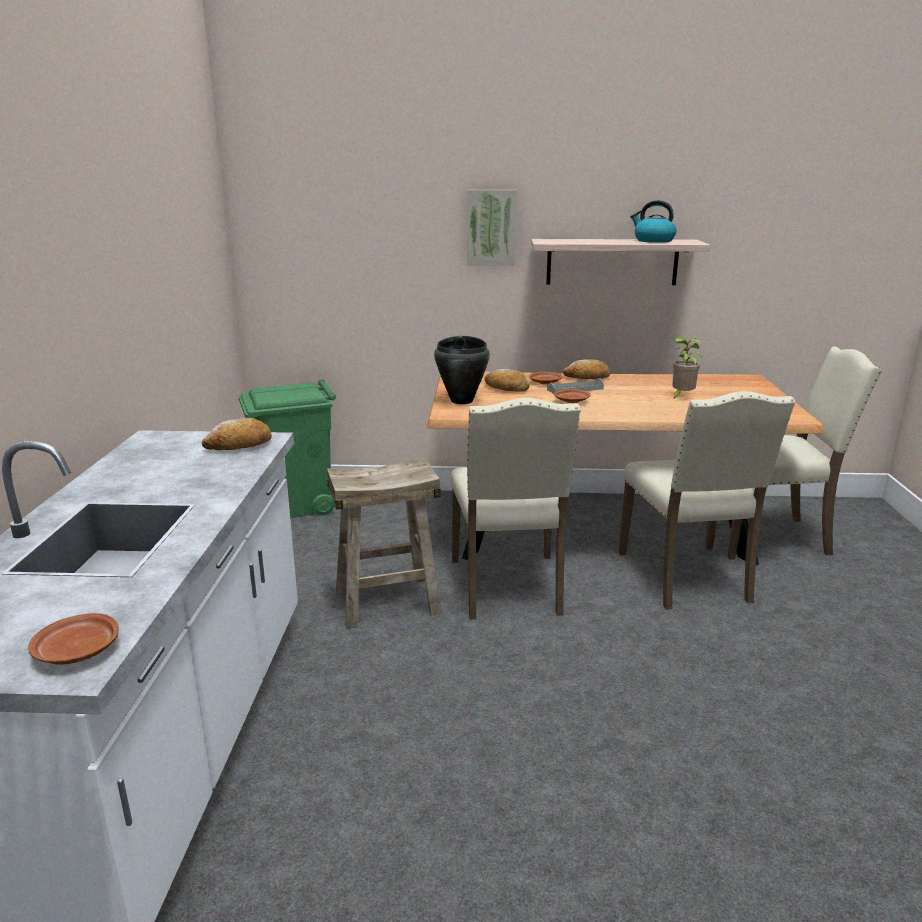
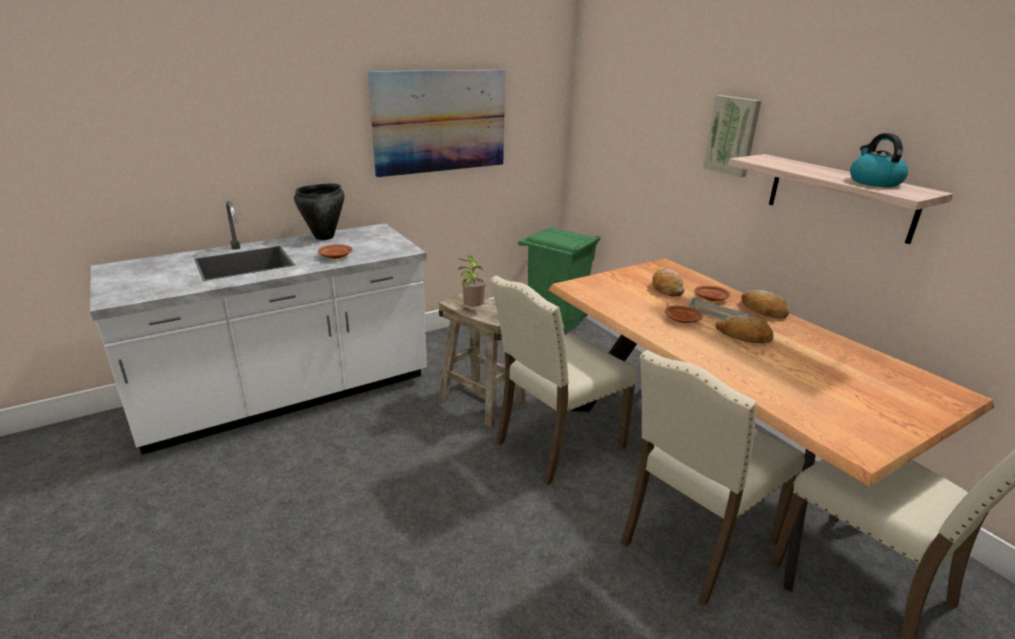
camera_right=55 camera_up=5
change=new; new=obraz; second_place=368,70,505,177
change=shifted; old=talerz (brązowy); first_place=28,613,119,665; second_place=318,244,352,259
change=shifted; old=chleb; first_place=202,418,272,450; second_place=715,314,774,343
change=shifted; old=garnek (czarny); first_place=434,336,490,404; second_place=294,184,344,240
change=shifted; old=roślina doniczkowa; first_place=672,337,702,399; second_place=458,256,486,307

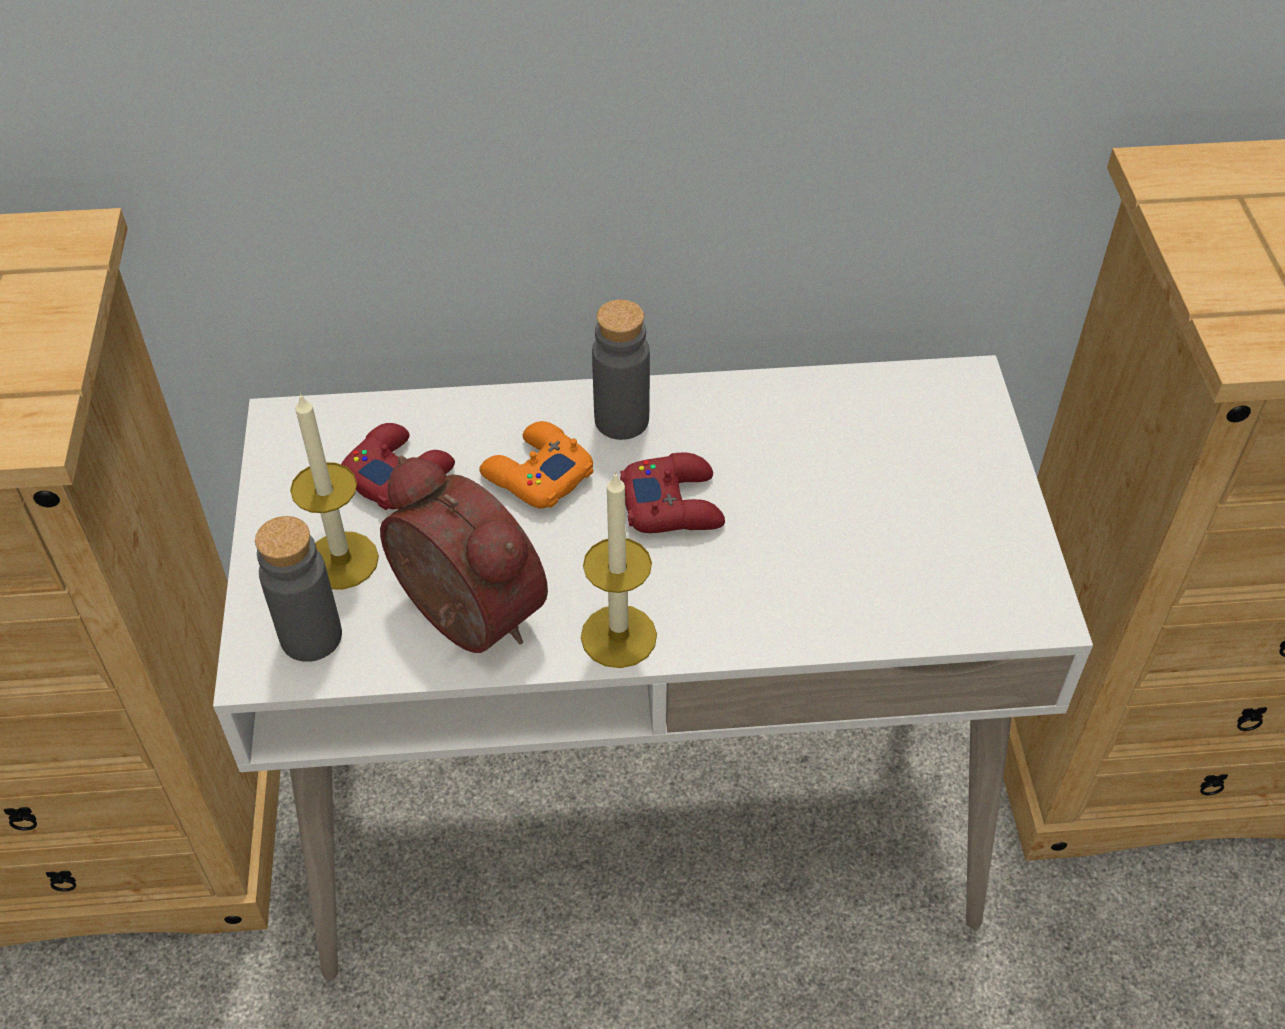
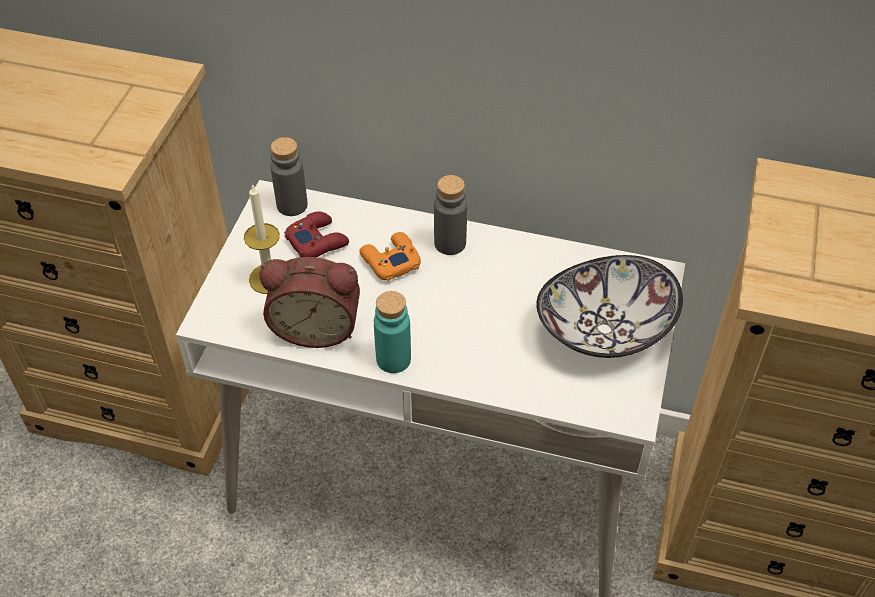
camera_right=20 camera_up=0
change=gone; old=pad do gier (czerwony); first_place=620,453,725,533
change=new; new=miska; second_place=537,255,683,358
change=shifted; old=butelka (szary); first_place=255,516,342,662; second_place=270,137,308,216
change=swapped; old=świeca; new=butelka (turkusowy); first_place=581,471,657,668; second_place=374,291,411,373
change=rotated; old=budzik; first_place=380,455,548,653; second_place=259,257,360,348; degrees=120

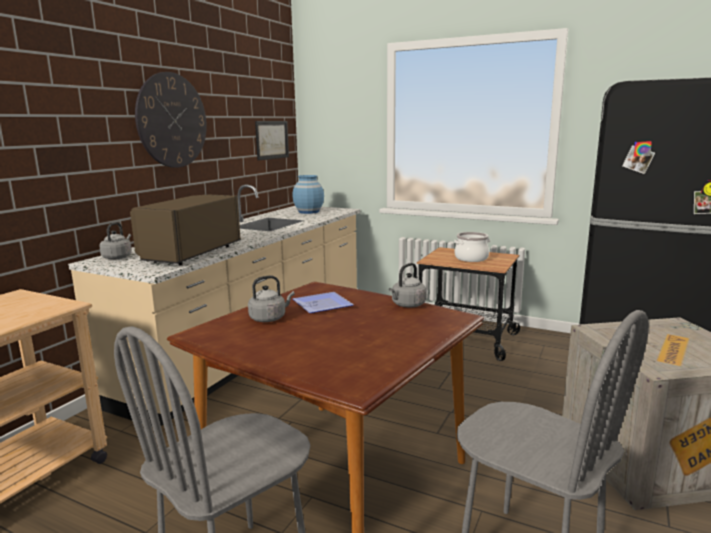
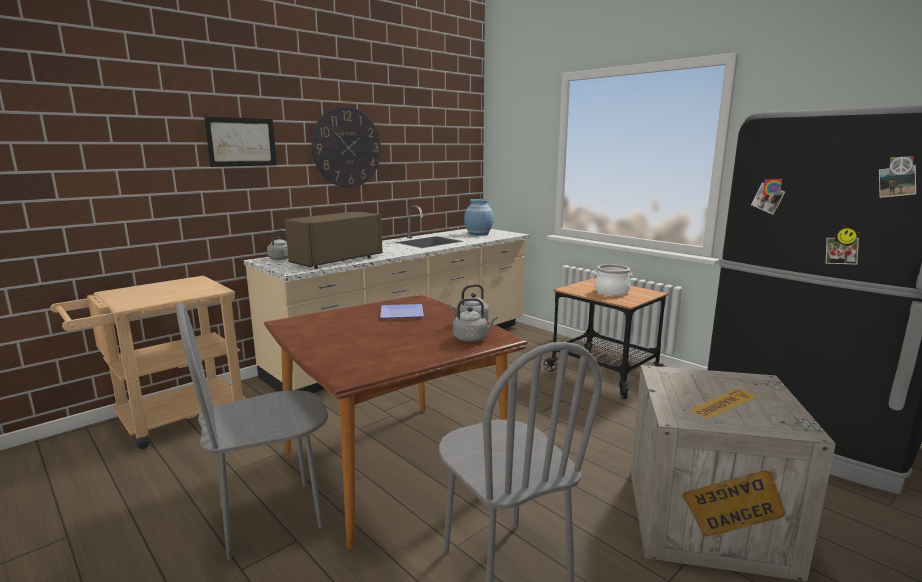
camera_right=20 camera_up=0
change=shifted; old=czajnik (szary); first_place=248,276,295,322; second_place=453,298,498,342
change=shifted; old=obraz; first_place=255,121,289,161; second_place=204,117,277,167

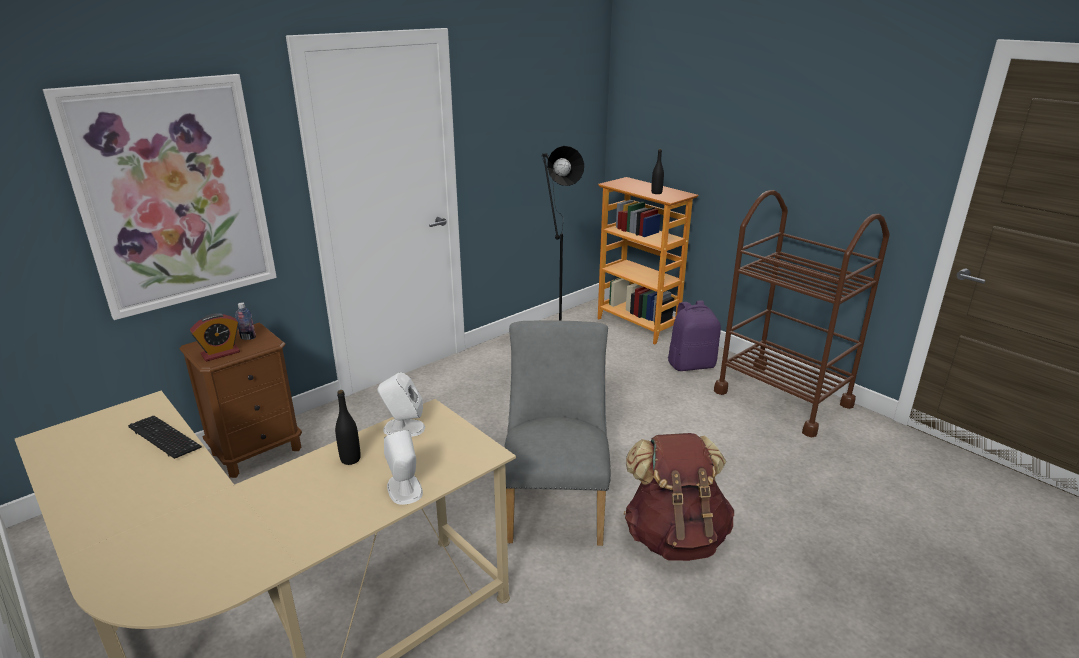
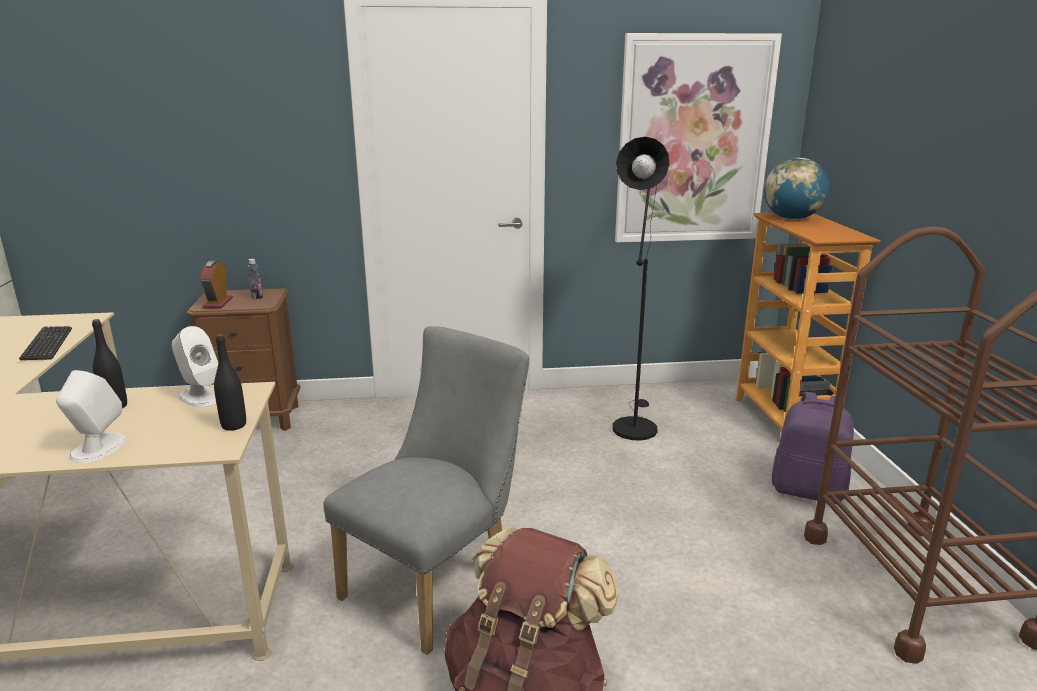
camera_right=35 camera_up=-5
change=new; new=globus; second_place=764,158,829,220
change=shifted; old=obraz; first_place=43,74,277,320; second_place=615,33,782,242
change=shifted; old=butelka (czarny); first_place=651,149,664,194; second_place=214,334,246,431
change=rotated; old=budzik; first_place=190,313,240,361; second_place=200,261,233,309; degrees=90

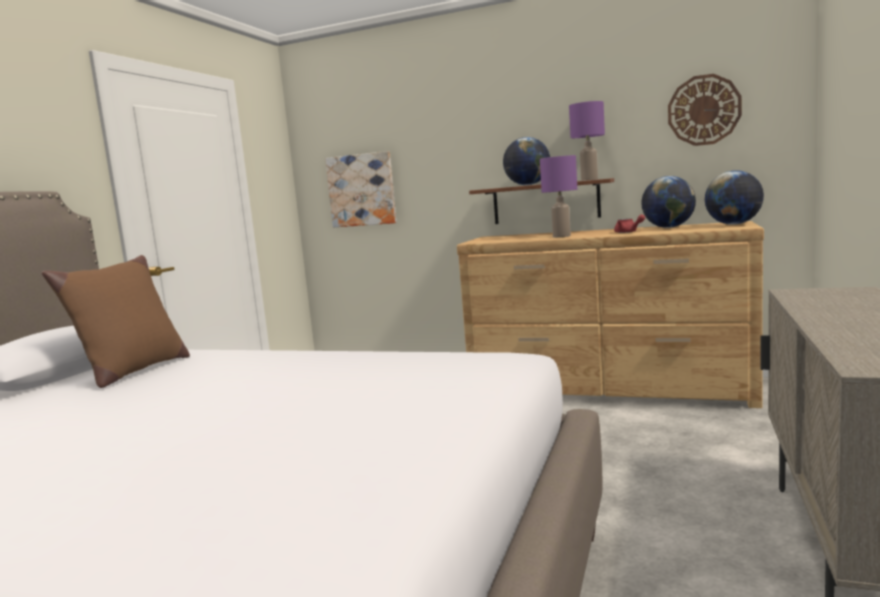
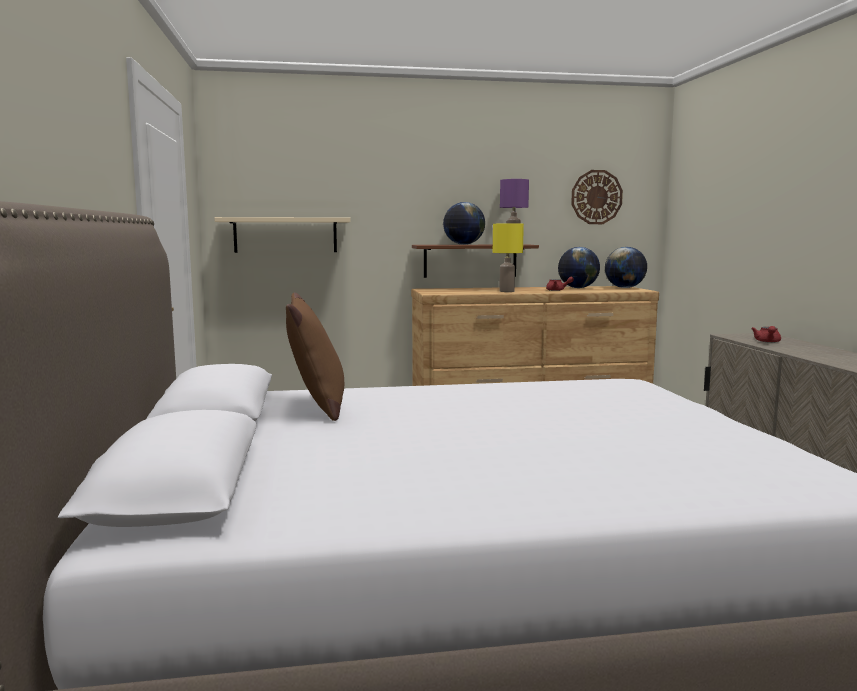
camera_right=-30 camera_up=0
change=new; new=imbryk (czerwony); second_place=751,326,781,343
change=swapped; old=obraz; new=półka (beżowy); first_place=325,151,396,228; second_place=214,217,350,253
change=repainted; old=lampa stołowa (fioletowy); new=lampa stołowa (żółty); first_place=540,155,577,237; second_place=493,224,524,292

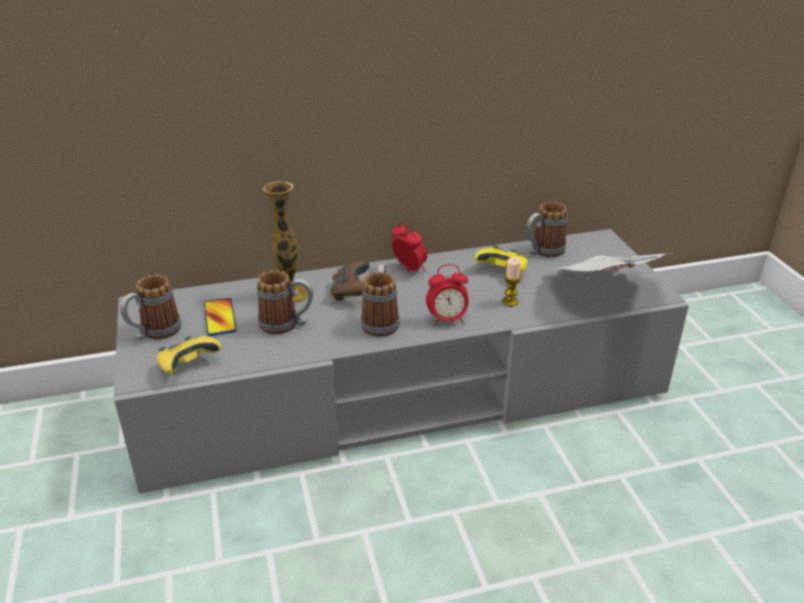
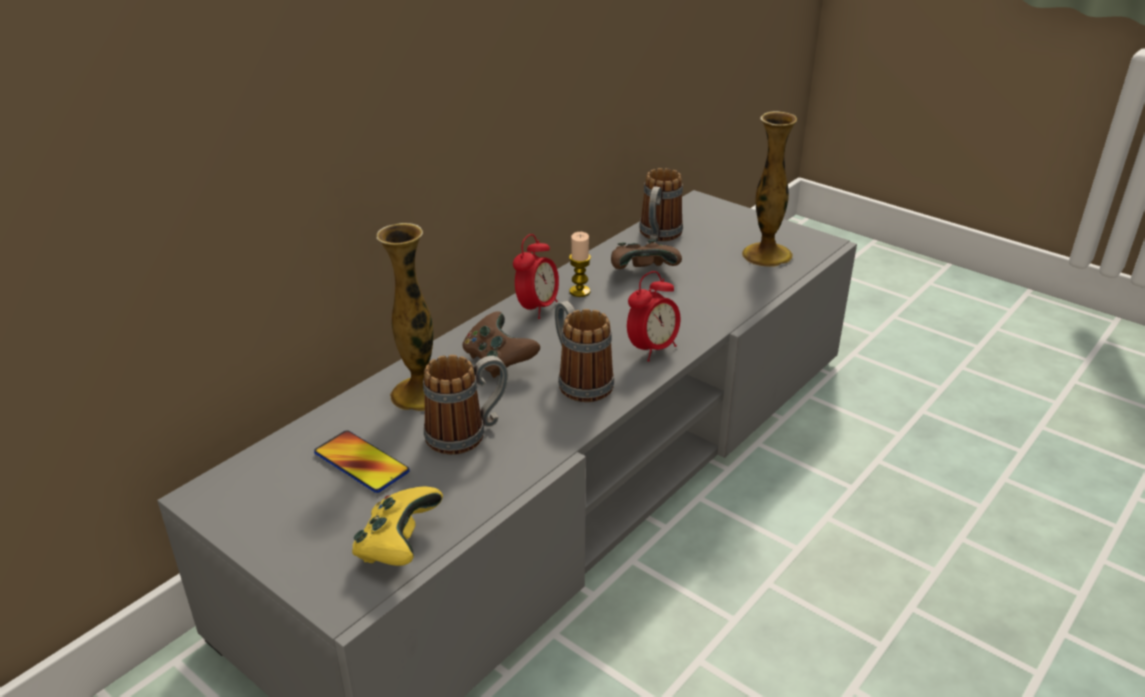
camera_right=-35 camera_up=0
change=gone; old=kubek; first_place=120,274,181,340
change=shifted; old=świeca; first_place=502,257,521,306; second_place=569,232,591,297
change=swapped; old=gazeta; new=wazon; first_place=553,253,674,274; second_place=742,111,797,267
change=repainted; old=pad do gier (żółty); new=pad do gier (brązowy); first_place=474,245,528,273; second_place=611,240,682,269
change=rotated; old=budzik; first_place=392,222,427,272; second_place=513,234,559,319; degrees=105

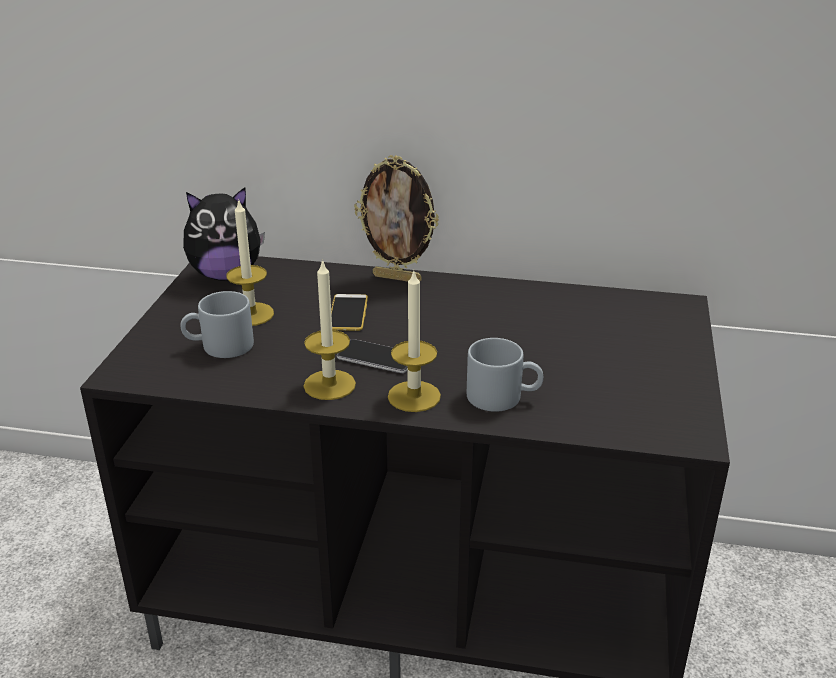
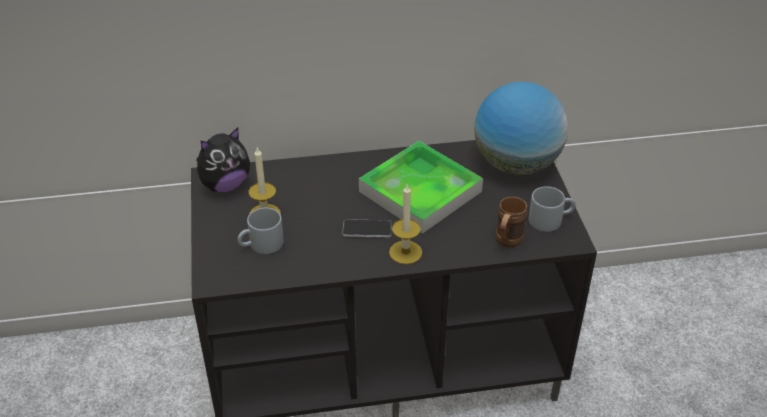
camera_right=-20 camera_up=10
change=gone; old=świeca; first_place=303,259,356,400
change=gone; old=telefon; first_place=331,294,368,331
change=gone; old=ramka na zdjęcie; first_place=354,155,439,282
change=new; new=taca; second_place=359,141,483,234
change=new; new=globus; second_place=474,82,568,175
change=new; new=kubek (brązowy); second_place=496,197,528,247
change=shifted; old=kubek (szary); first_place=467,338,543,412; second_place=529,186,575,232

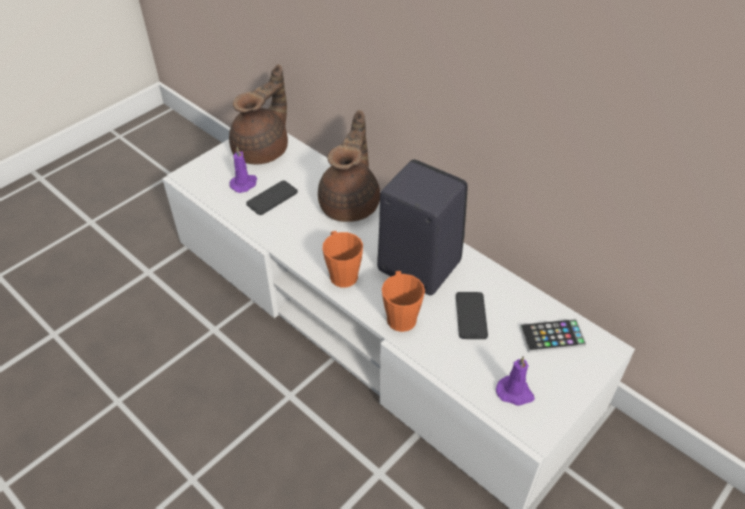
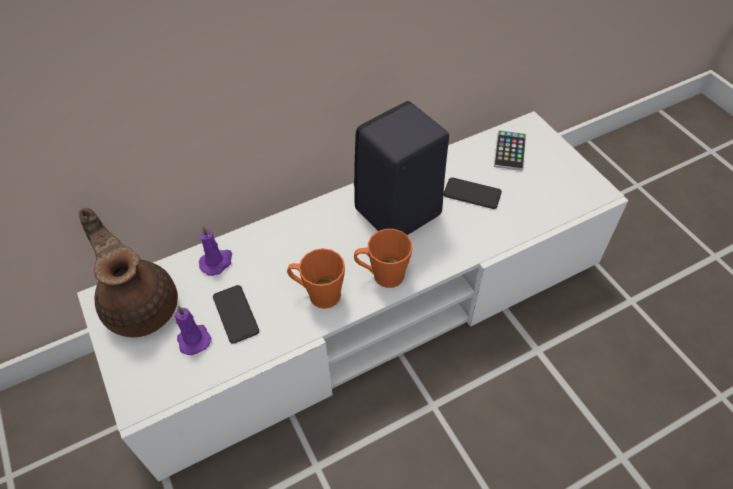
camera_right=-70 camera_up=5
change=gone; old=imbryk (brązowy); first_place=318,110,380,222
change=shifted; old=kubek (pomarańczowy); first_place=382,271,425,332; second_place=287,248,345,309
change=shifted; old=świeca (fioletowy); first_place=496,356,535,406; second_place=199,226,232,276

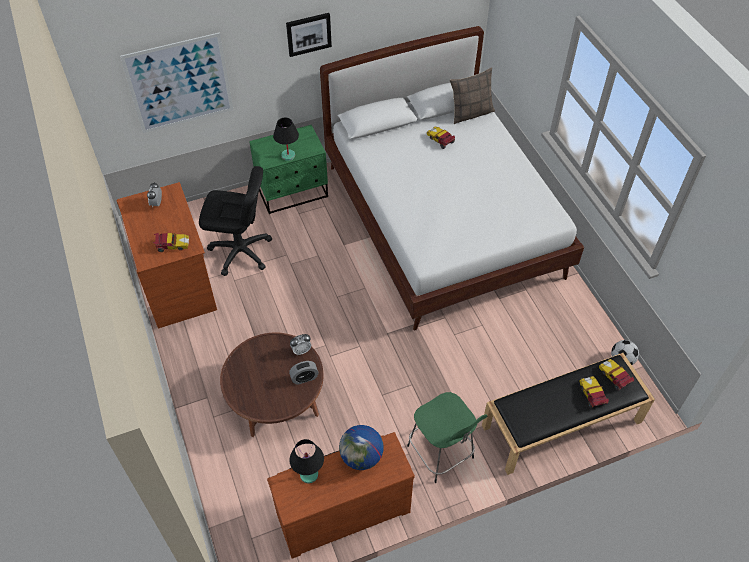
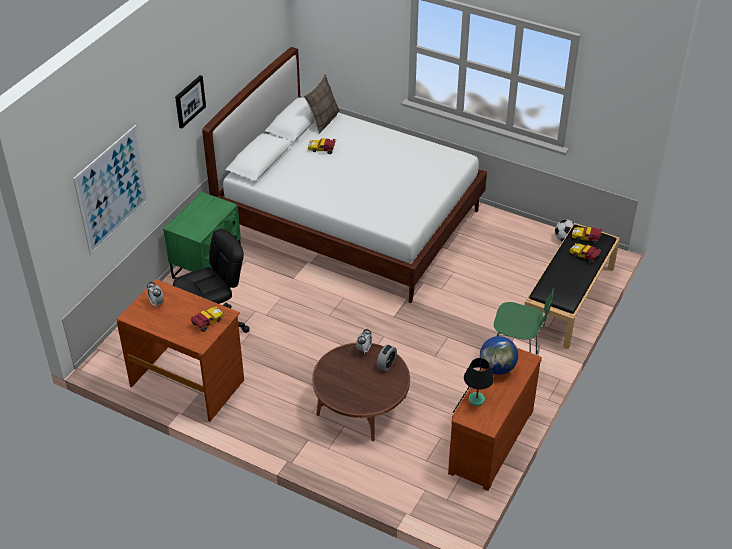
camera_right=-40 camera_up=-10
change=gone; old=lampa stołowa (czarny); first_place=273,118,299,161

